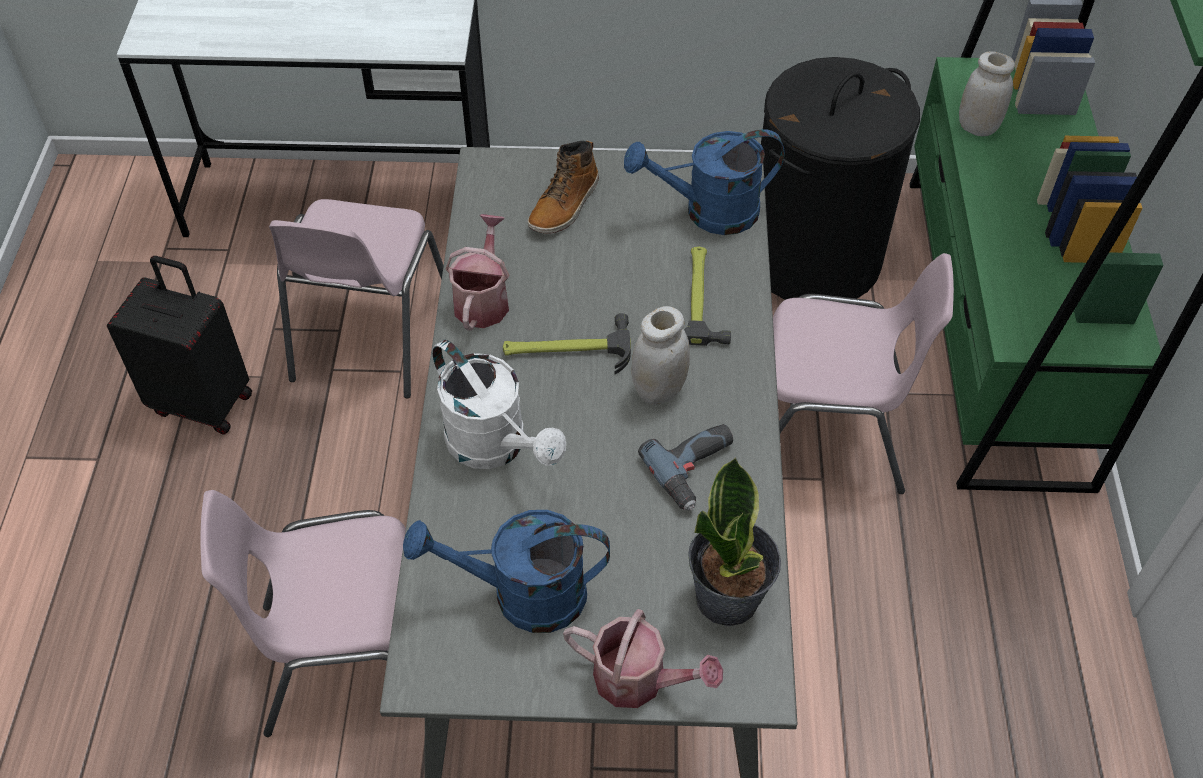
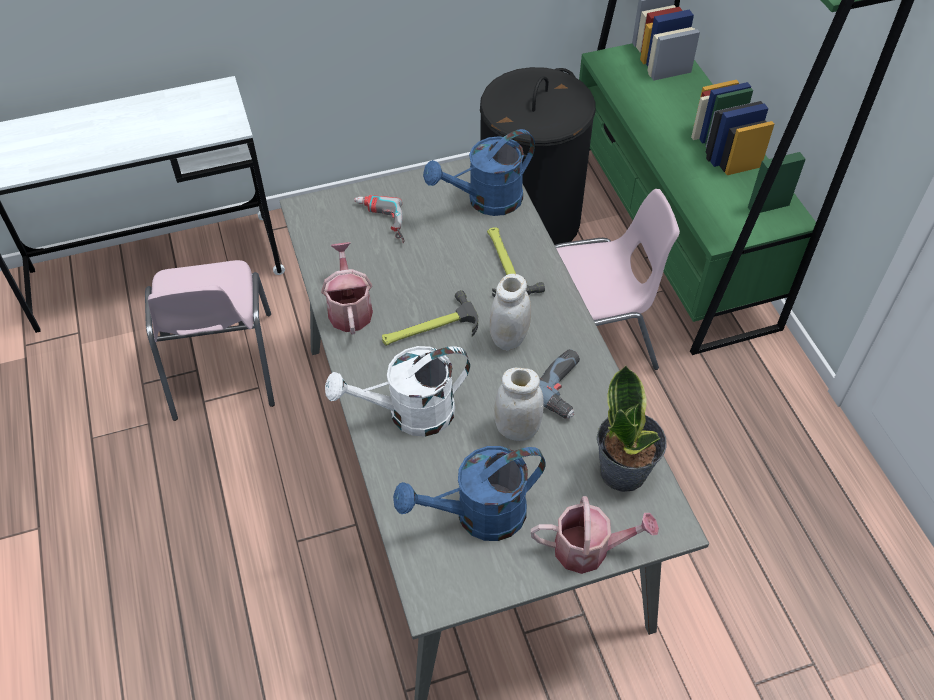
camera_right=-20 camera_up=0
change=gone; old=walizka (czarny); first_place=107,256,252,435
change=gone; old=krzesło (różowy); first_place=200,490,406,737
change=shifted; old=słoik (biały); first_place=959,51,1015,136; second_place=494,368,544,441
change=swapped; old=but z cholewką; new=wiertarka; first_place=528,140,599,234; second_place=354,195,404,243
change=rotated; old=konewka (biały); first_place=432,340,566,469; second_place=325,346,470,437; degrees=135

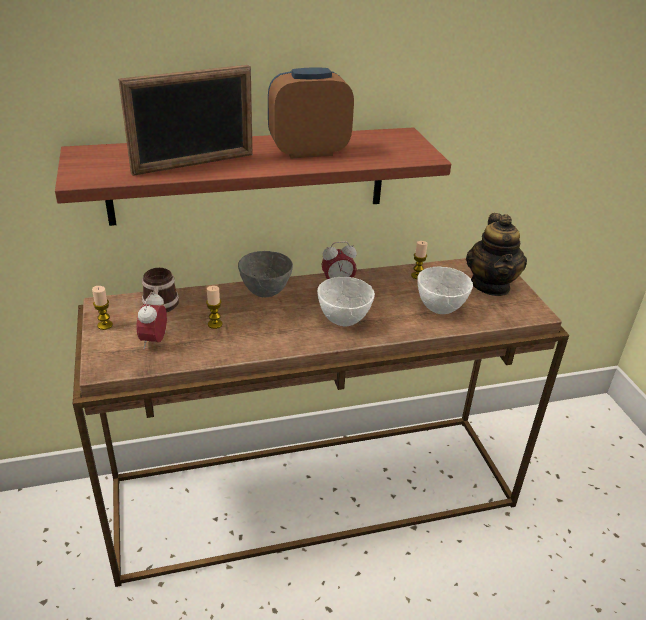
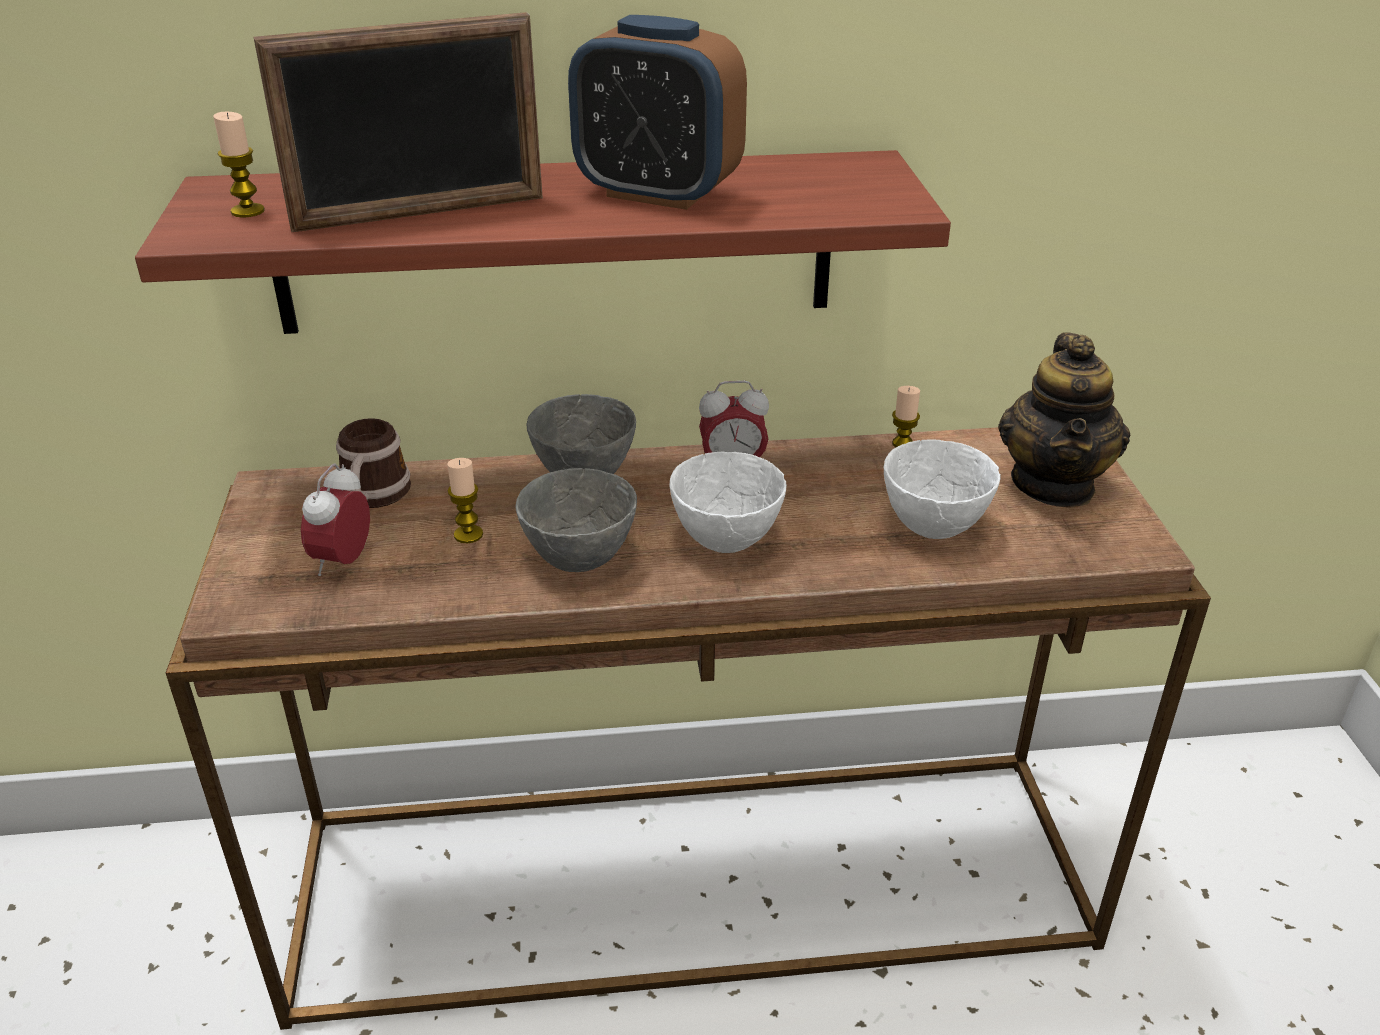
camera_right=10 camera_up=0
change=new; new=miska (szary); second_place=516,468,637,572
change=shifted; old=świeca; first_place=92,286,113,330; second_place=213,111,265,218
change=rotated; old=budzik; first_place=268,68,354,158; second_place=568,15,747,210; degrees=-150

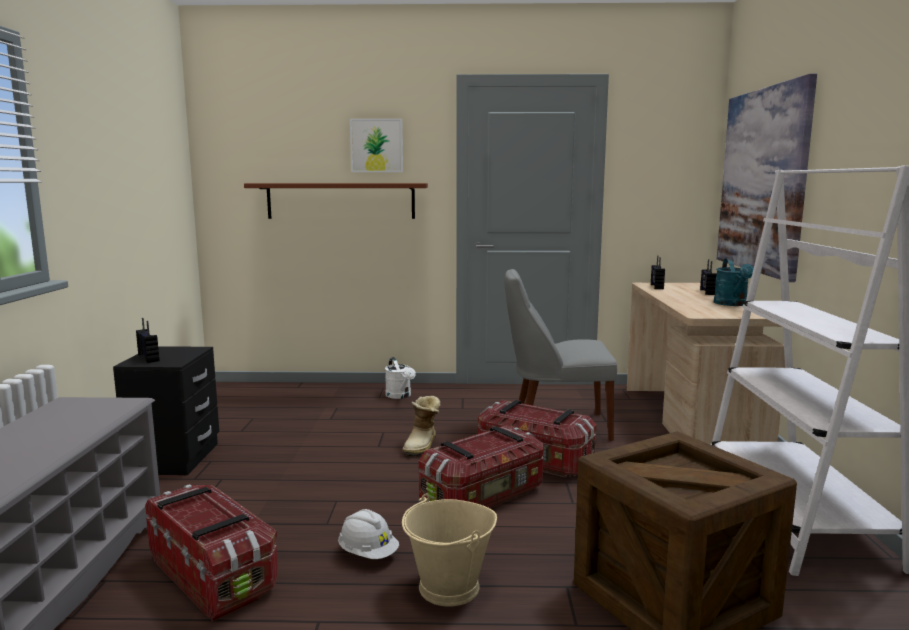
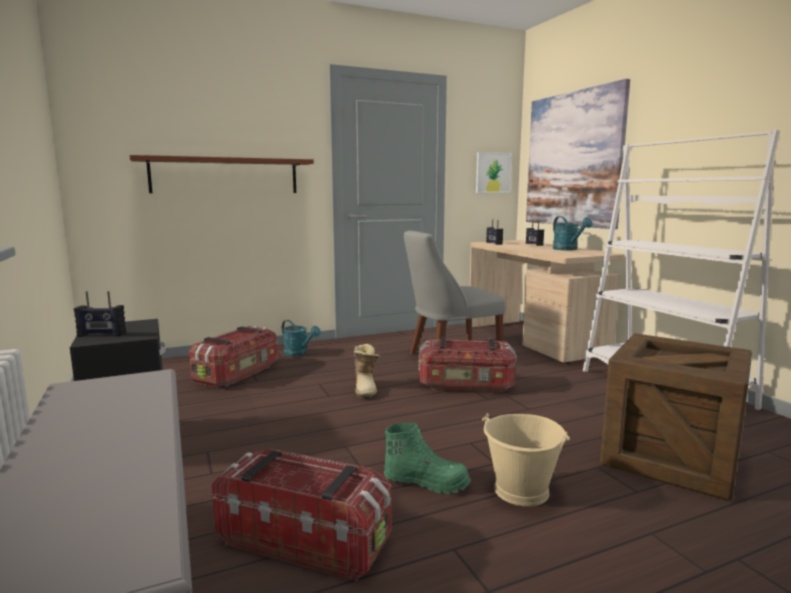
camera_right=-25 camera_up=0
change=shifted; old=obraz; first_place=350,119,403,172; second_place=476,152,512,193
change=shifted; old=pojemnik do przechowywania; first_place=419,425,543,508; second_place=189,326,278,388
change=swapped; old=kask (biały); new=but z cholewką (zielony); first_place=338,509,399,559; second_place=384,422,471,494
change=repainted; old=konewka (biały); new=konewka (turkusowy); first_place=385,357,416,399; second_place=282,320,321,357
change=rotated; old=radio; first_place=136,318,159,363; second_place=74,291,127,337; degrees=150

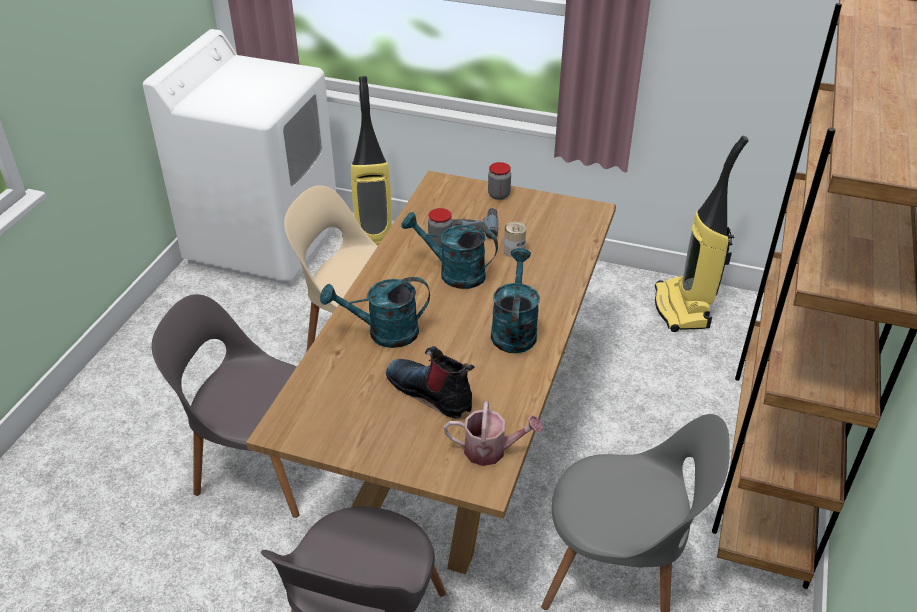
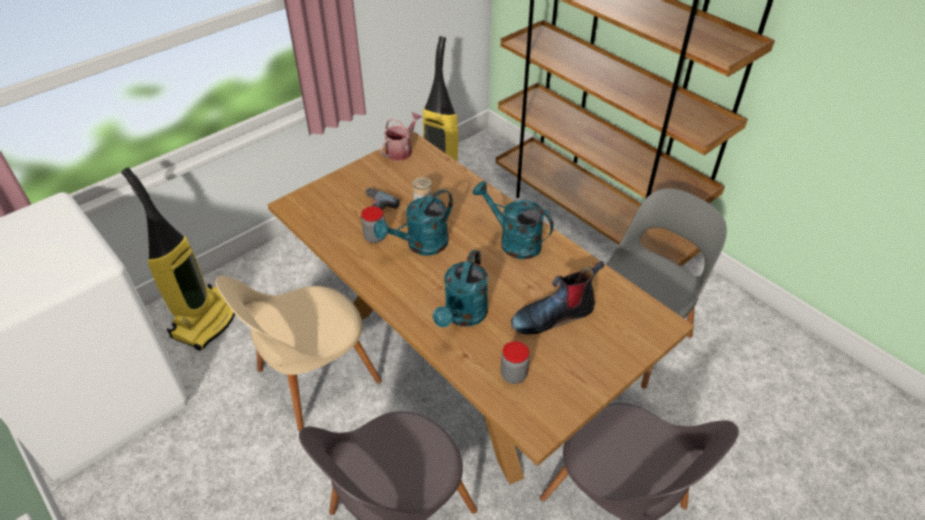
camera_right=-60 camera_up=5
change=shifted; old=konewka; first_place=444,401,543,466; second_place=380,112,422,160
change=shifted; old=słoik; first_place=488,162,511,200; second_place=500,341,530,384

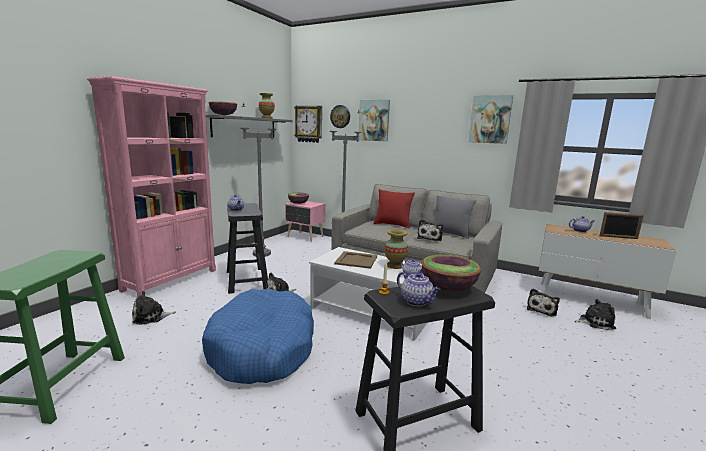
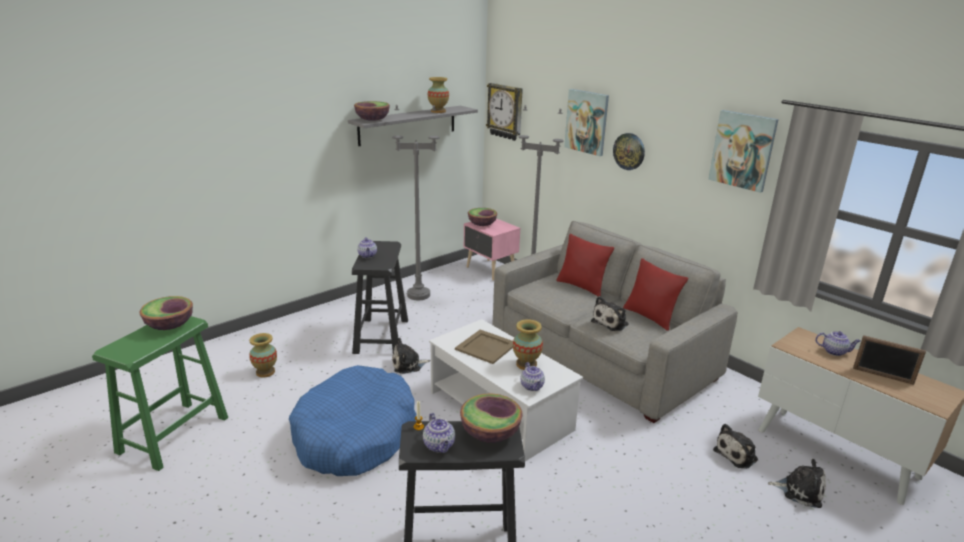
camera_right=20 camera_up=10
change=gone; old=regał (różowy); first_place=87,76,216,298
change=new; new=miska; second_place=139,296,193,330
change=shifted; old=zegar ścienny; first_place=330,105,350,128; second_place=613,133,645,170
change=swapped; old=pluszak; new=wazon; first_place=132,291,176,325; second_place=249,333,277,377
change=repainted; old=poduszka (szary); new=poduszka (czerwony); first_place=433,195,476,239; second_place=623,258,688,331

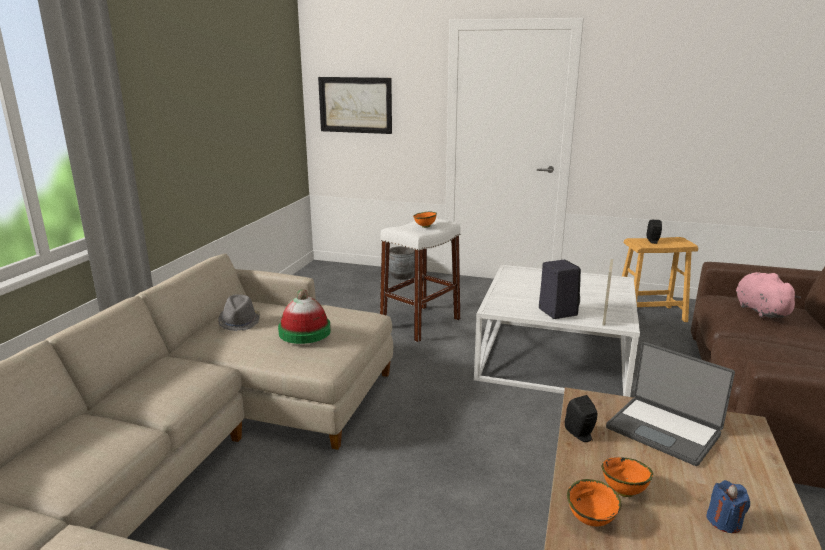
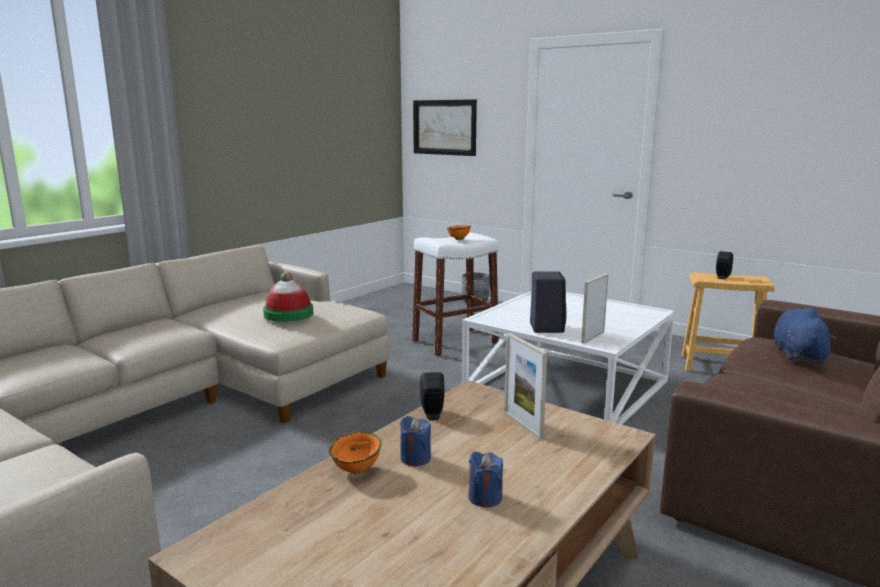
camera_right=20 camera_up=-5
change=gone; old=kapelusz (szary); first_place=218,295,260,331
change=swapped; old=miska (pomarańczowy); new=świeca (niebieski); first_place=601,457,653,497; second_place=400,416,431,466
change=swapped; old=laptop; new=ramka na zdjęcie; first_place=606,342,735,466; second_place=504,333,547,439
change=repainted; old=pluszak (różowy); new=pluszak (niebieski); first_place=736,272,801,318; second_place=774,308,836,363

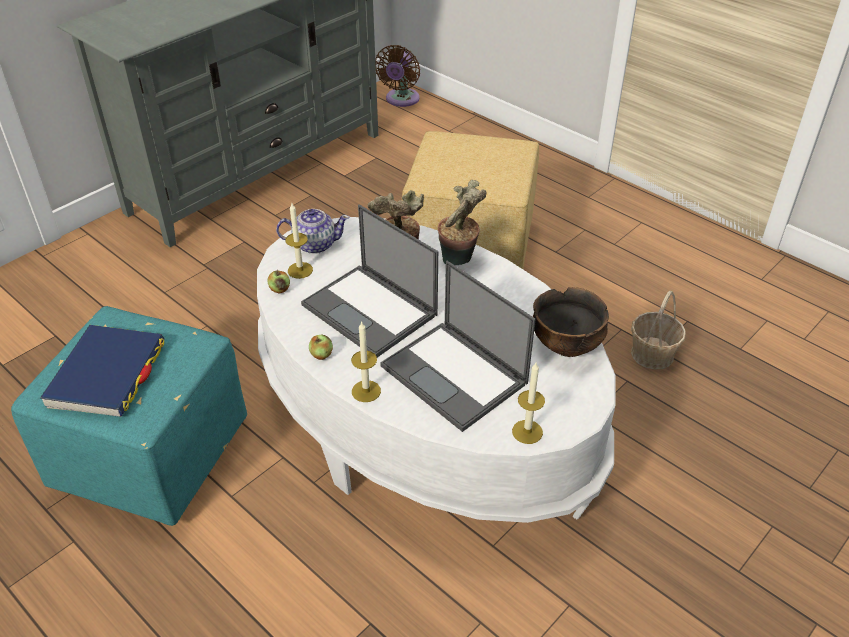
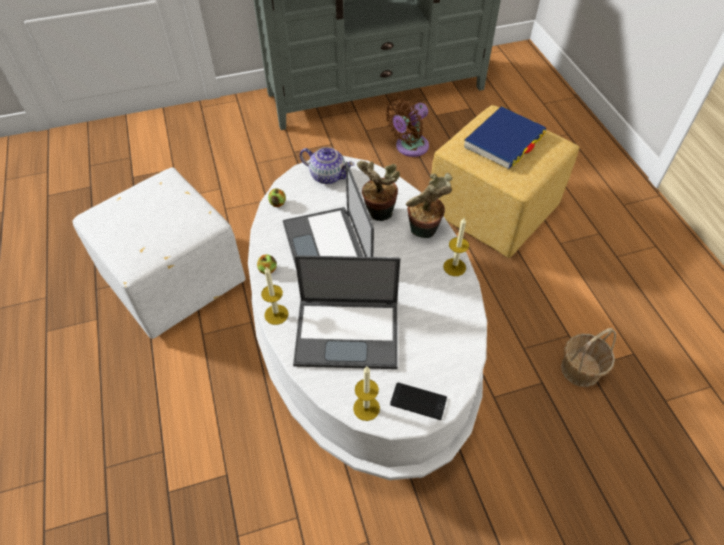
camera_right=30 camera_up=10
change=gone; old=miska; first_place=533,287,609,357
change=new; new=telefon; second_place=390,383,447,420
change=shifted; old=książka (niebieski); first_place=40,325,165,417; second_place=464,106,546,169
change=shifted; old=świeca; first_place=285,203,313,279; second_place=443,218,469,276
change=shifted; old=wentylator (brązowy); first_place=375,45,420,107; second_place=386,98,429,157
change=repainted; old=pufa (turkusowy); new=pufa (biały); first_place=11,306,247,526; second_place=72,167,246,339
change=rotated; old=laptop; first_place=380,261,536,432; second_place=293,255,400,369; degrees=-75

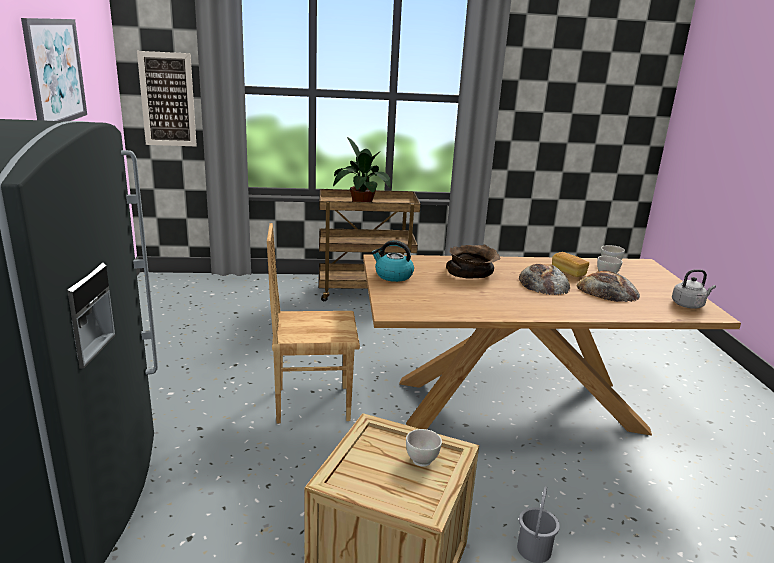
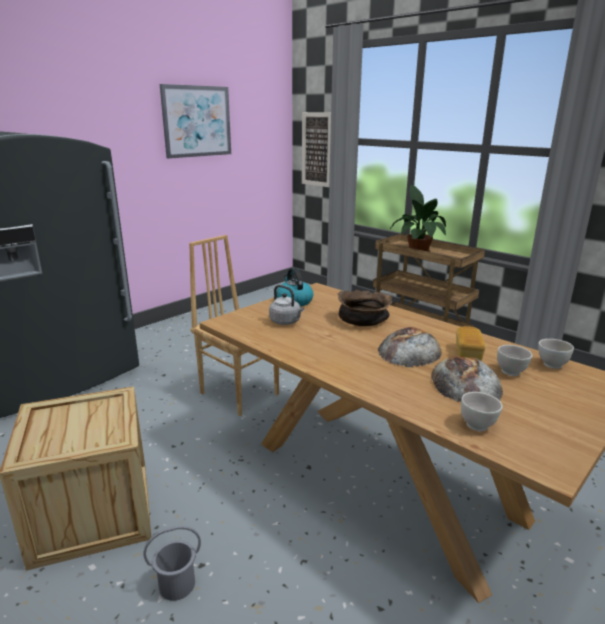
camera_right=50 camera_up=0
change=shifted; old=miska (biały); first_place=406,429,442,467; second_place=461,392,503,431
change=shifted; old=czajnik (szary); first_place=672,269,716,309; second_place=269,285,304,325

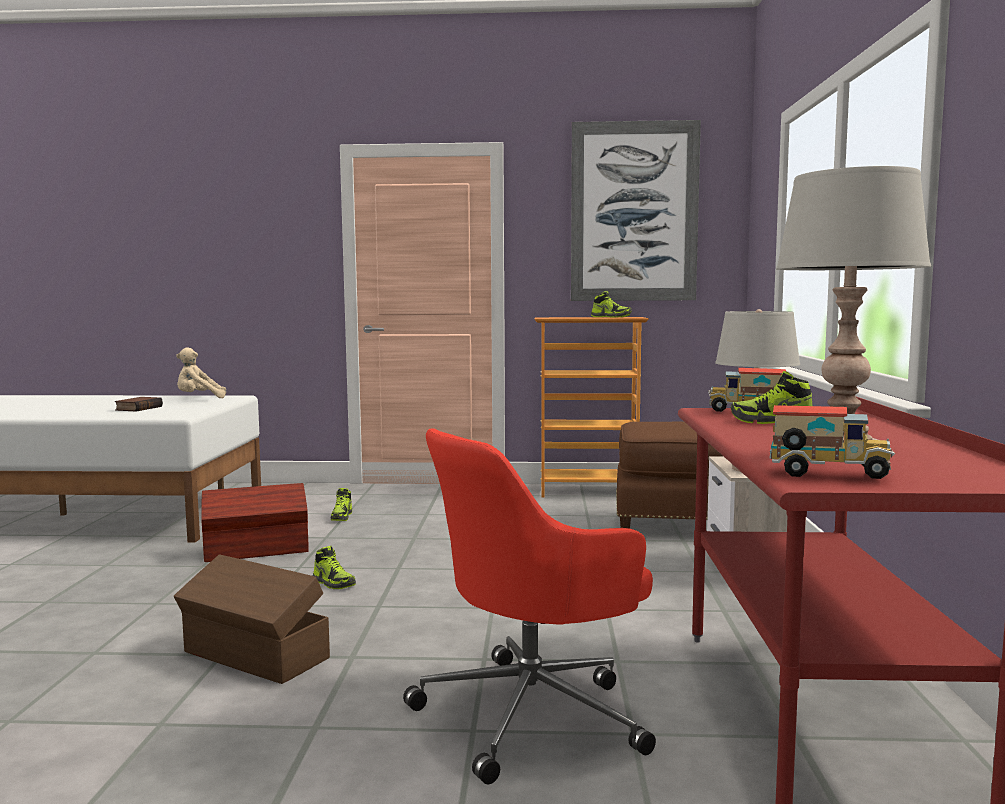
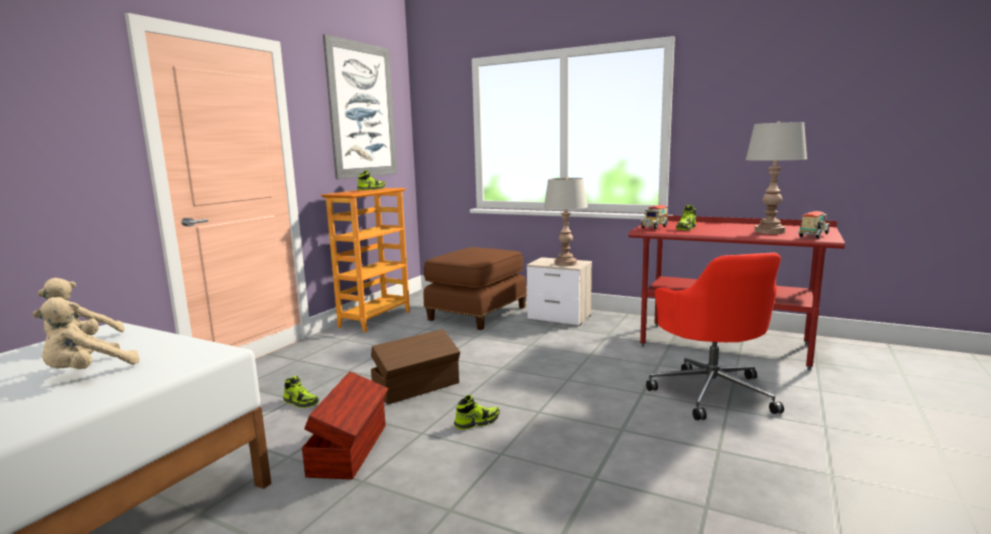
camera_right=-65 camera_up=5
change=shifted; old=pojemnik do przechowywania (brązowy); first_place=174,554,330,684; second_place=371,329,460,404
change=swapped; old=książka; new=pluszak (beżowy); first_place=115,397,163,412; second_place=32,297,140,369

